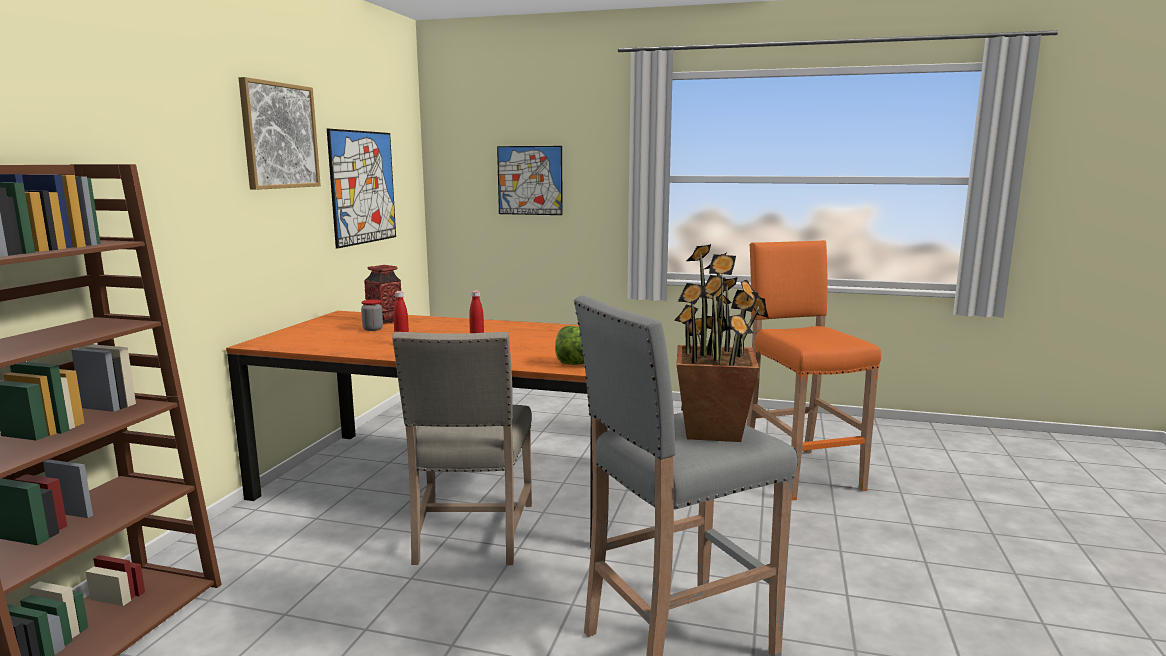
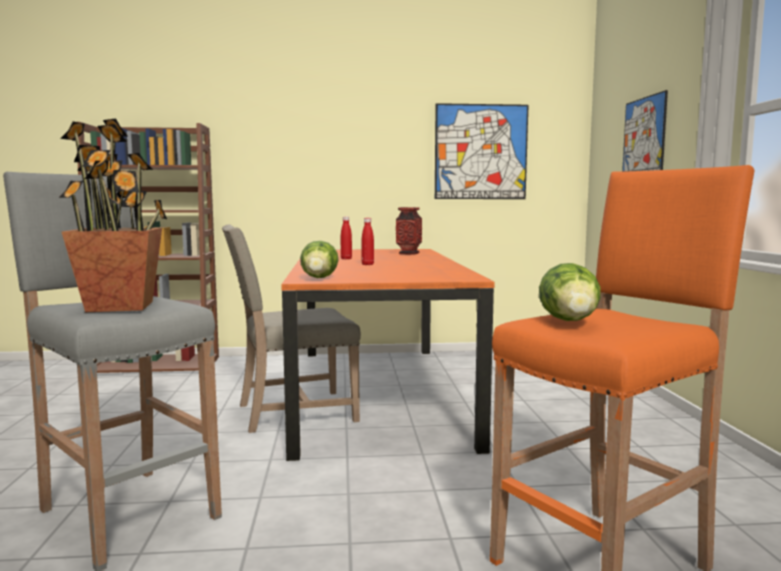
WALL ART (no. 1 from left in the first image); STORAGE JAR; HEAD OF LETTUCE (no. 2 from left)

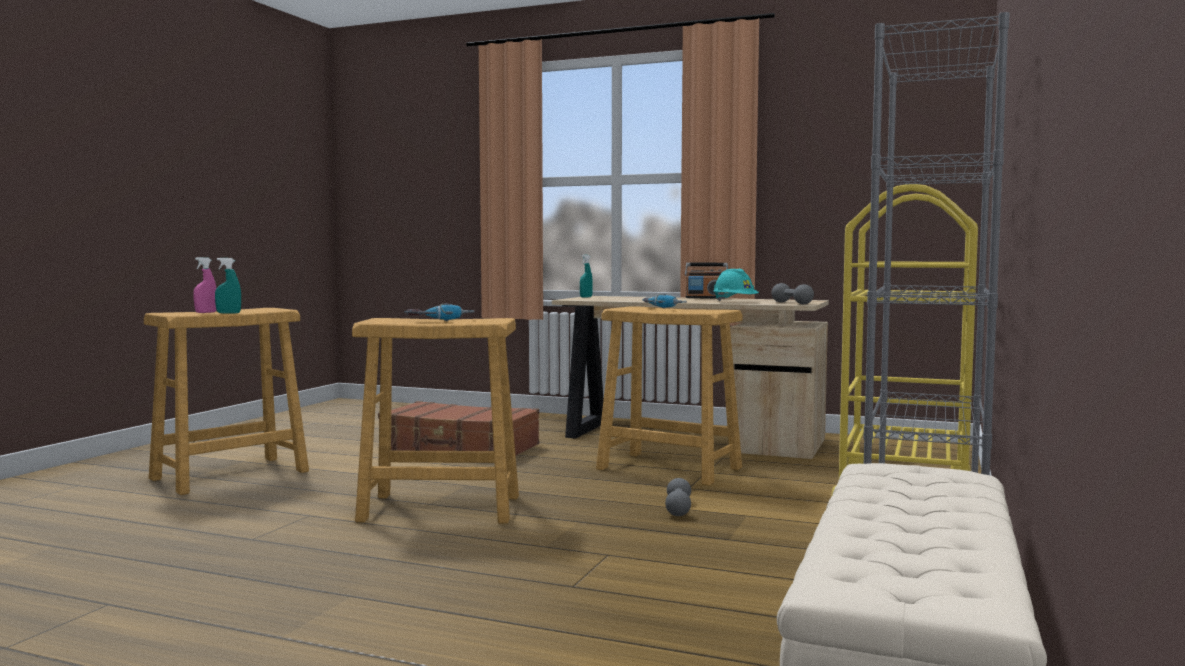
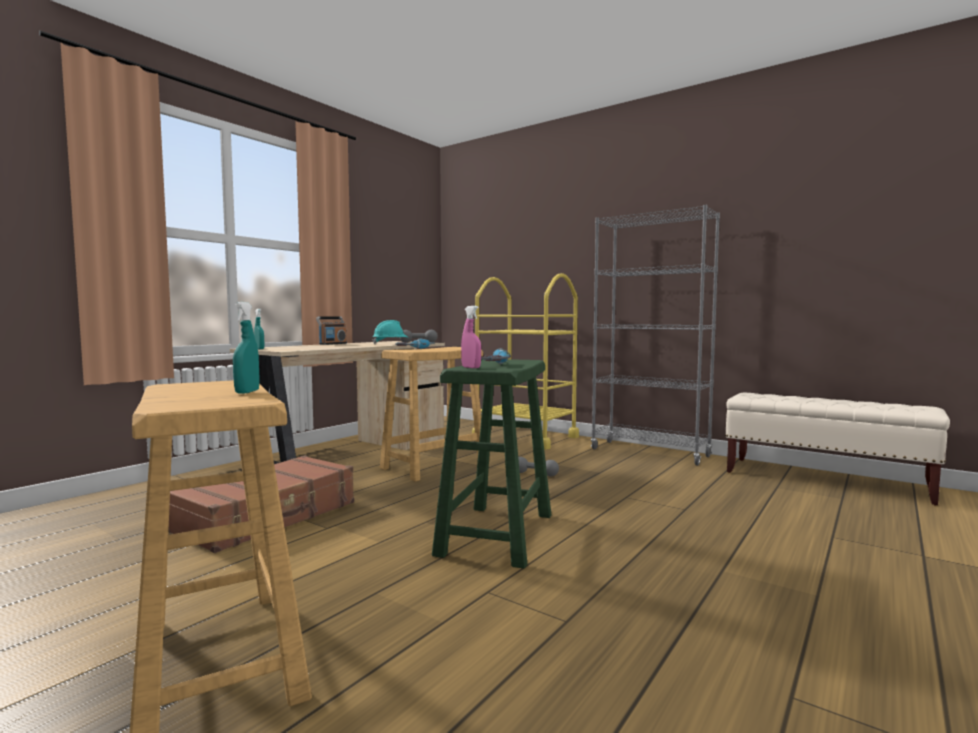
PINK-COLOURED SPRAY BOTTLE; GREEN-COLOURED STOOL SEAT

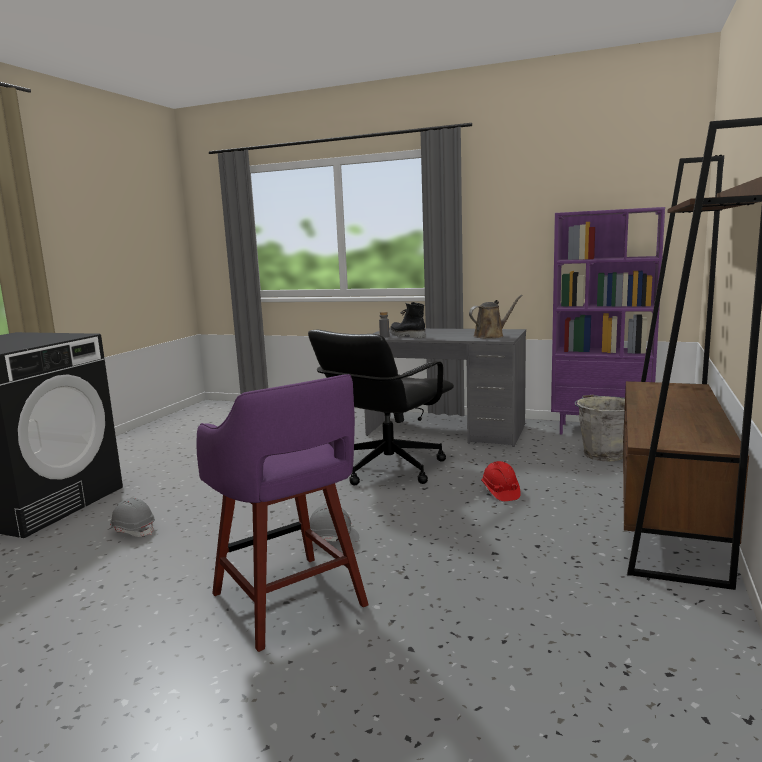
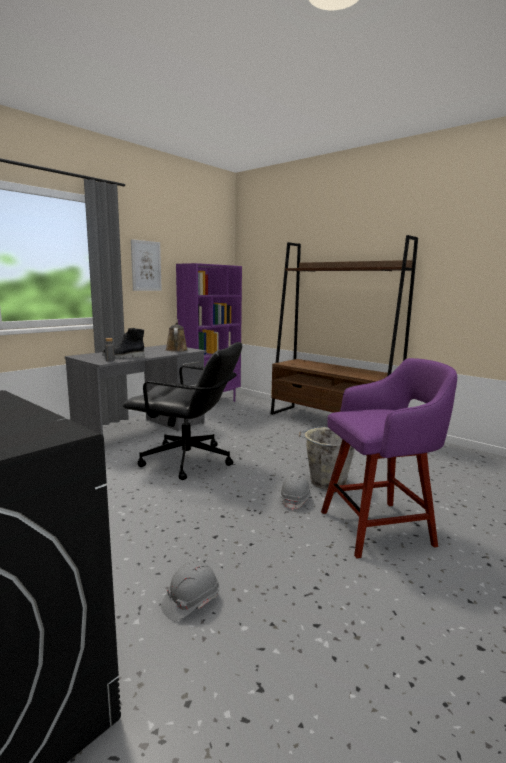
BLACKISH DESK CHAIR; GREYISH PAIL; RED-COLOURED SAFETY HELMET; WALL ART

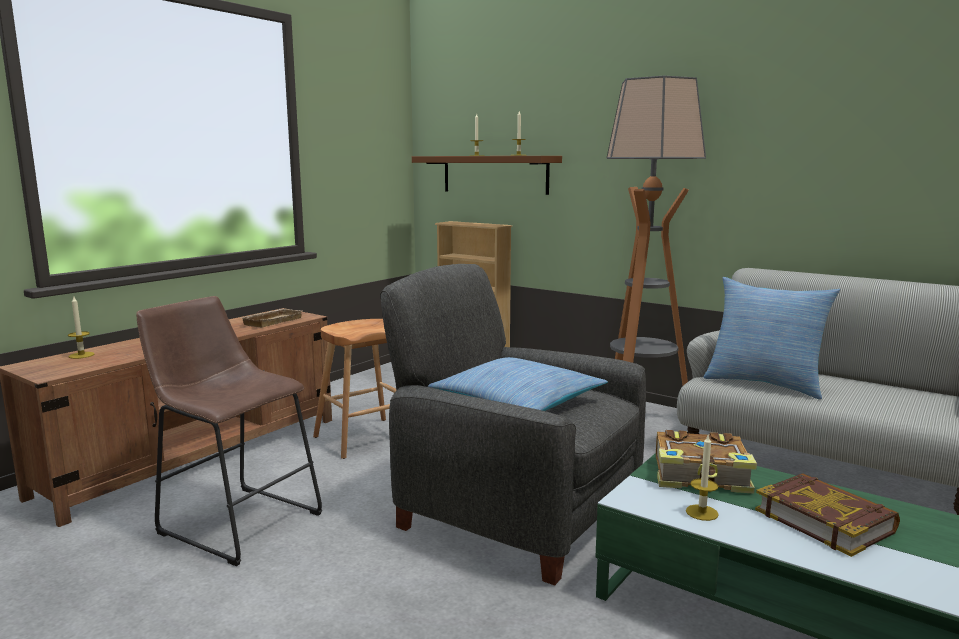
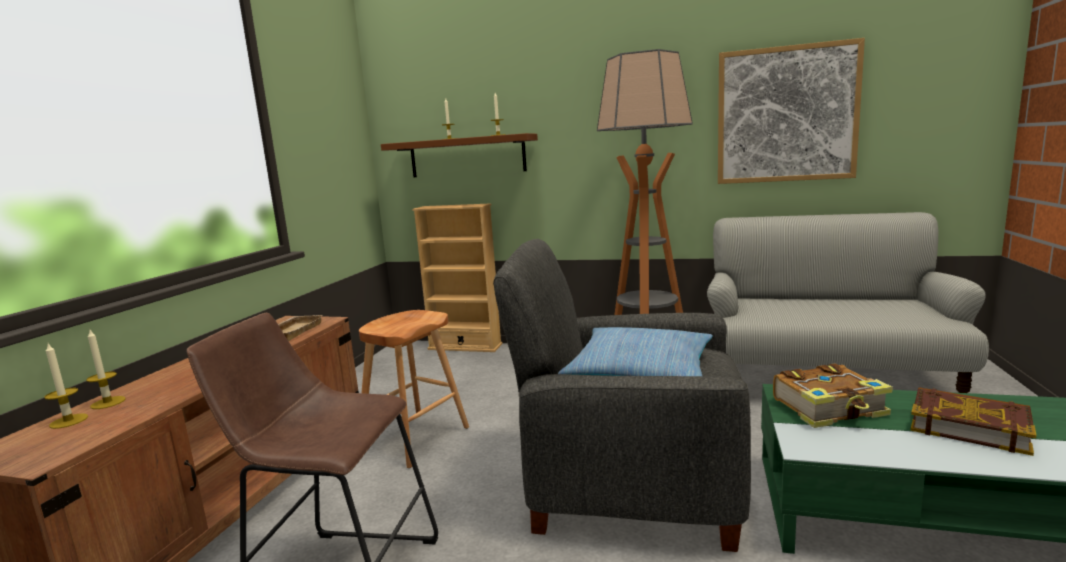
THROW PILLOW (no. 2 from left in the first image); WAX CANDLE (no. 2 from left); WALL ART

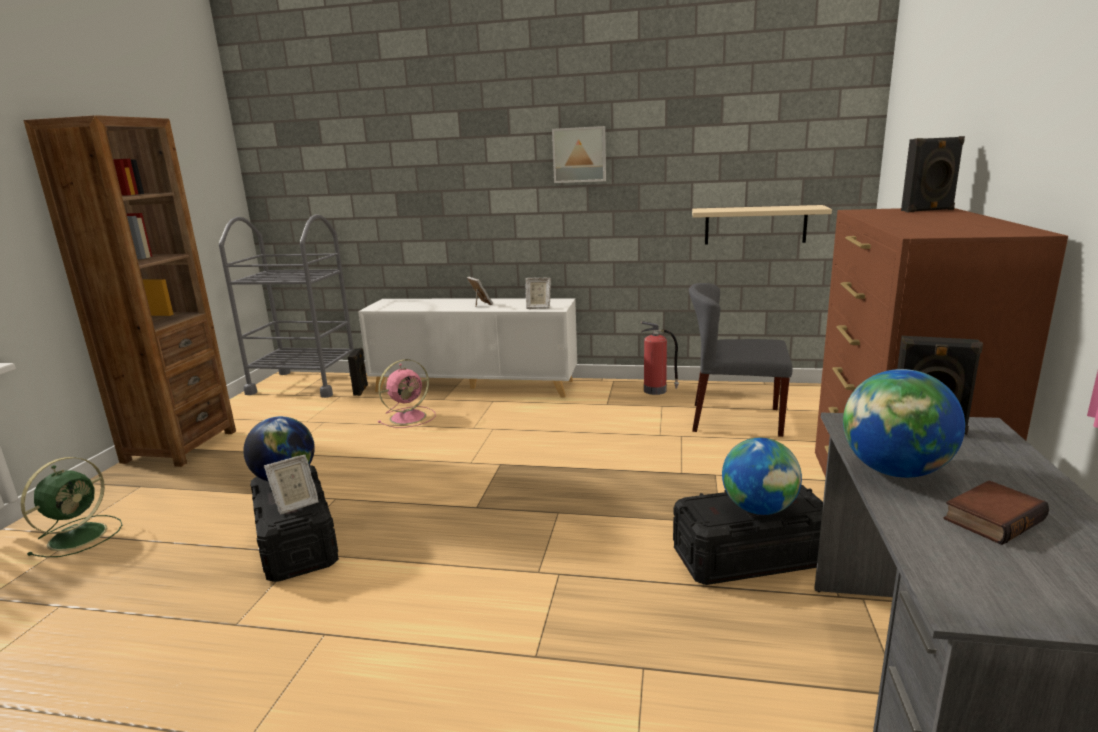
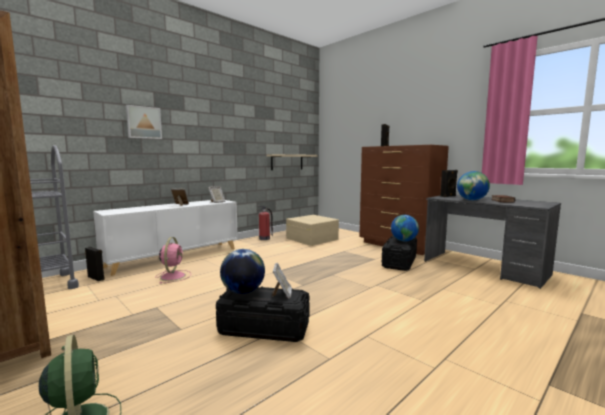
WALL ART; BEIGE STORAGE BIN

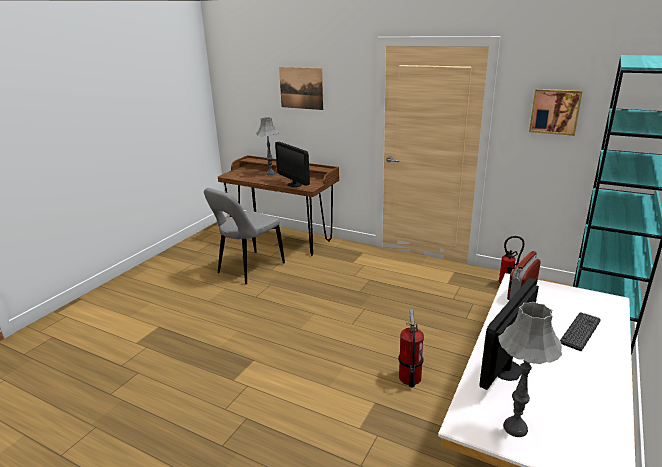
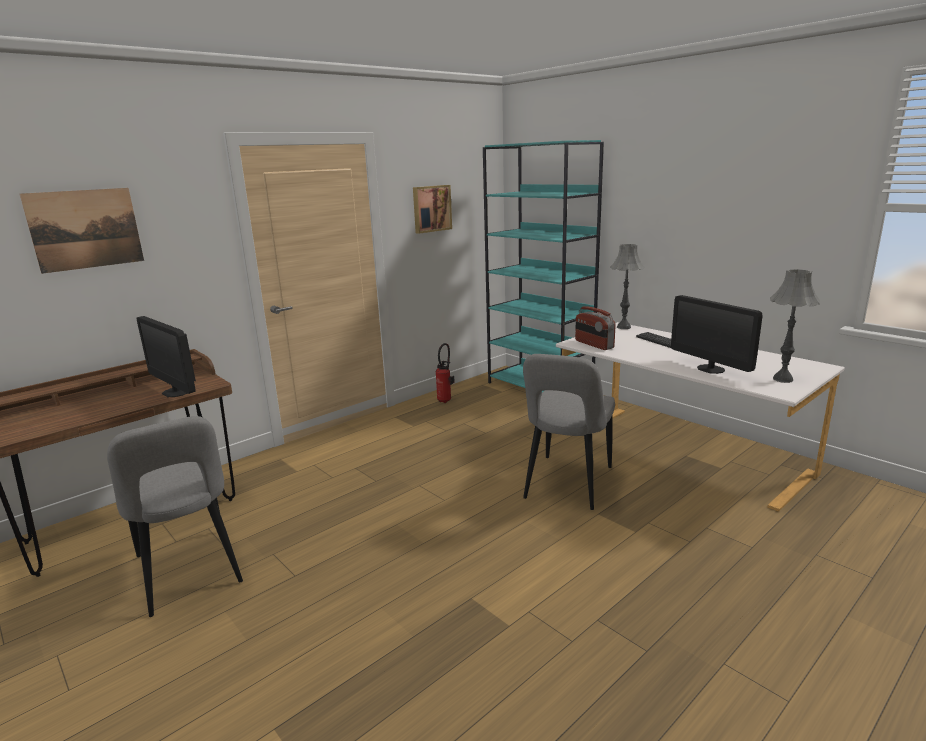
GREYISH TABLETOP LAMP (no. 1 from left); COMPUTER DISPLAY (no. 1 from left); GREYISH CHAIR (no. 2 from left)

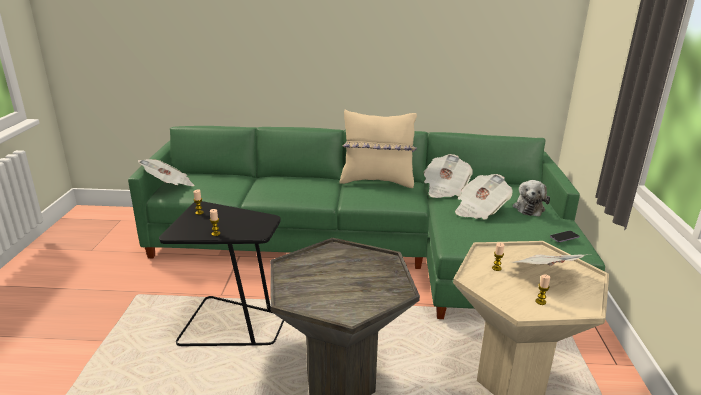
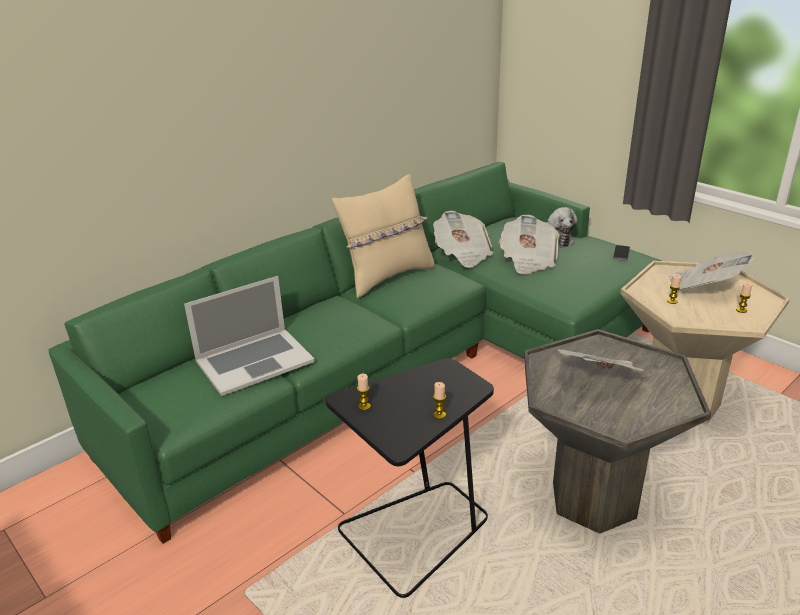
NEWSPAPER (no. 3 from left); PORTABLE COMPUTER

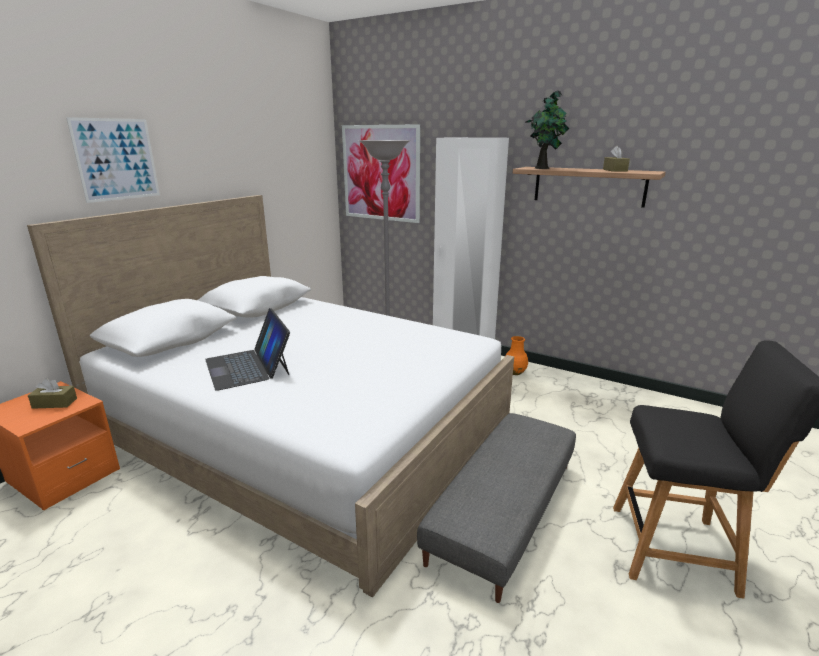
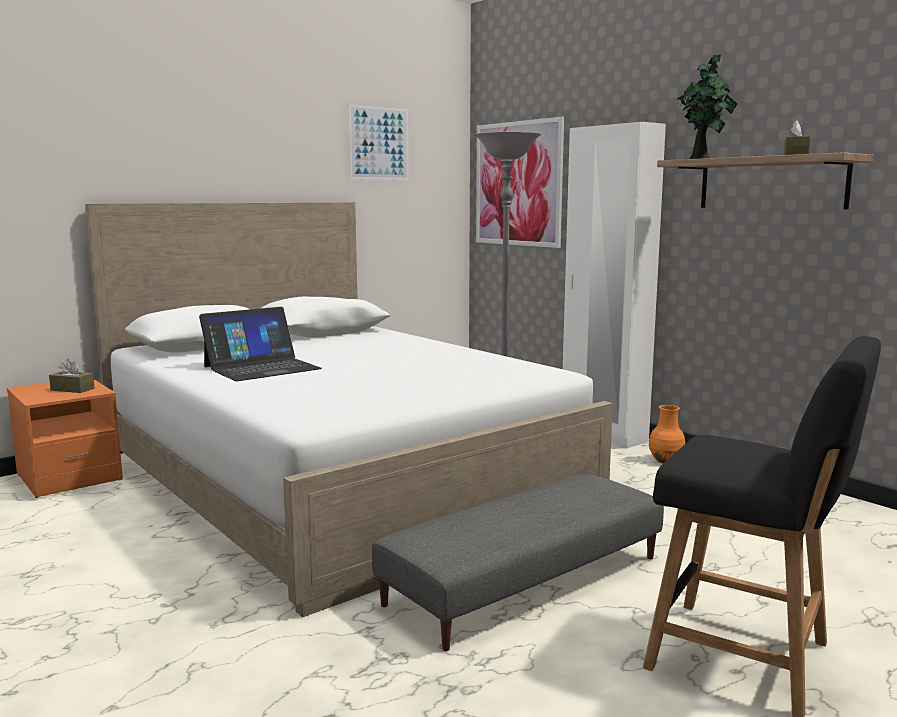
WALL ART (no. 1 from left); PORTABLE COMPUTER

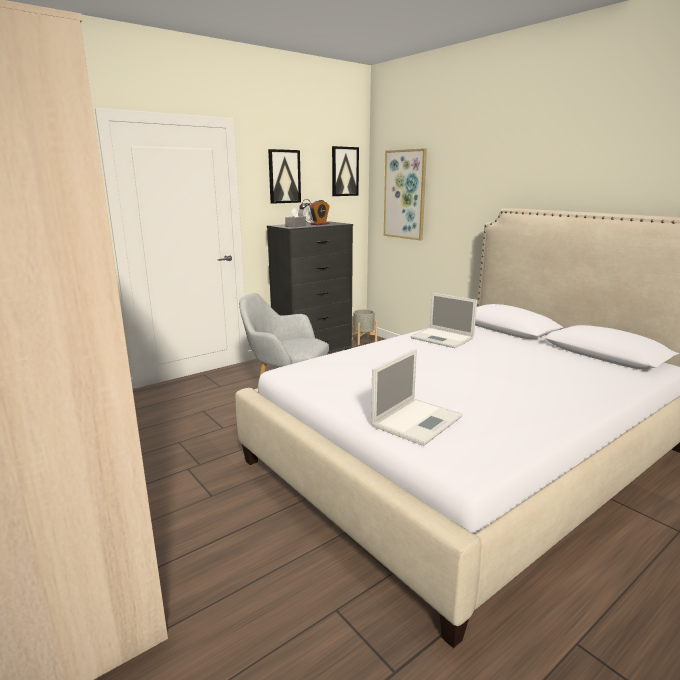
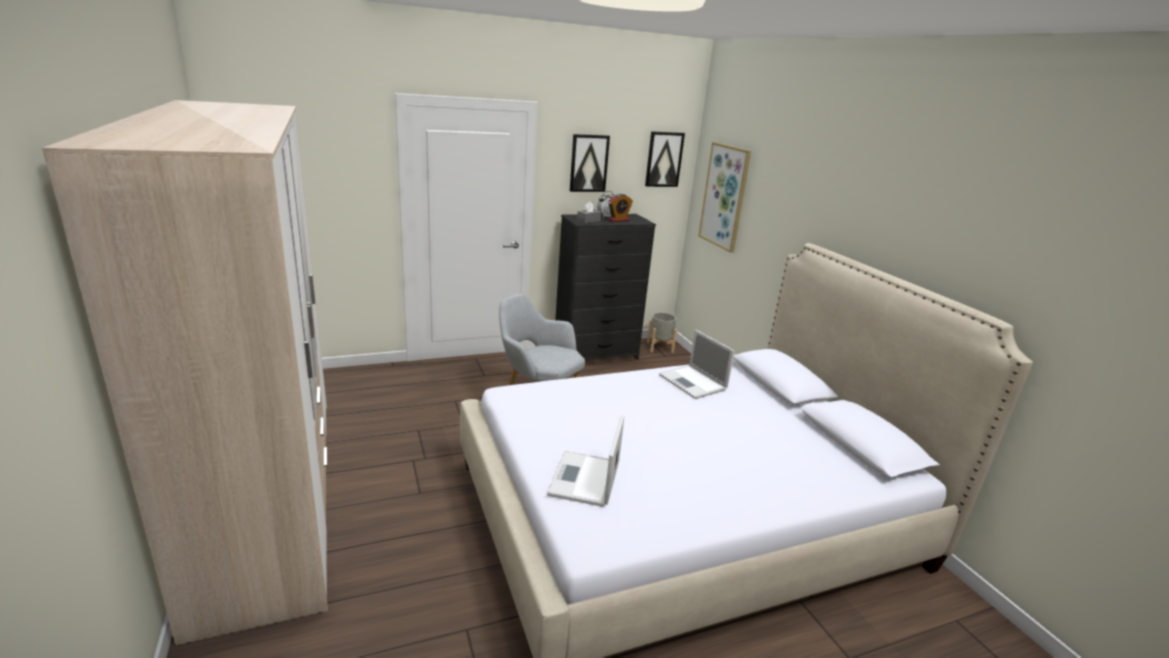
PORTABLE COMPUTER (no. 1 from left)

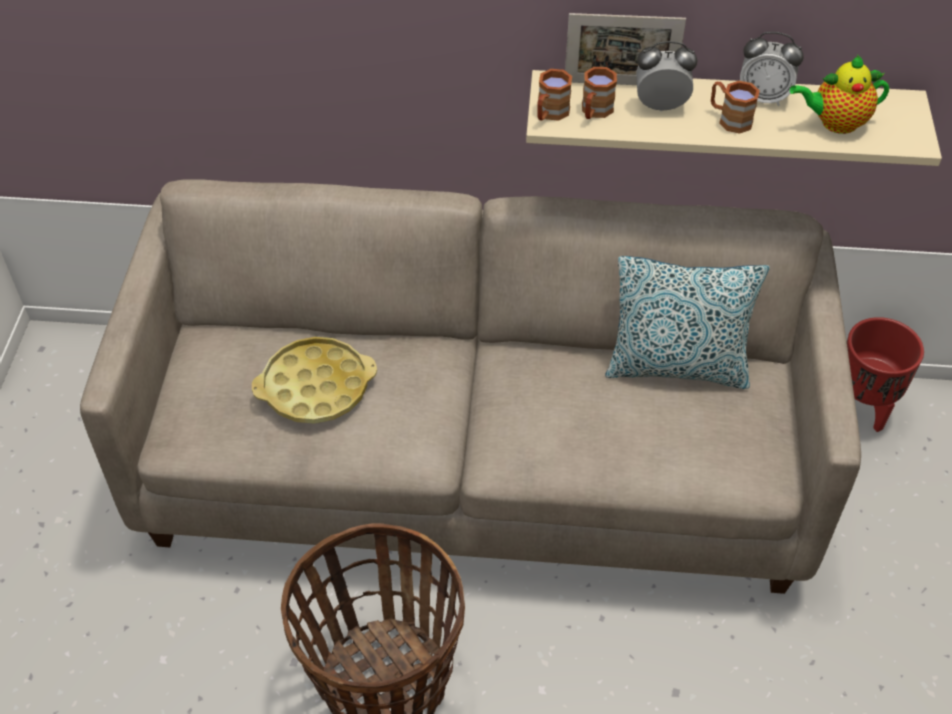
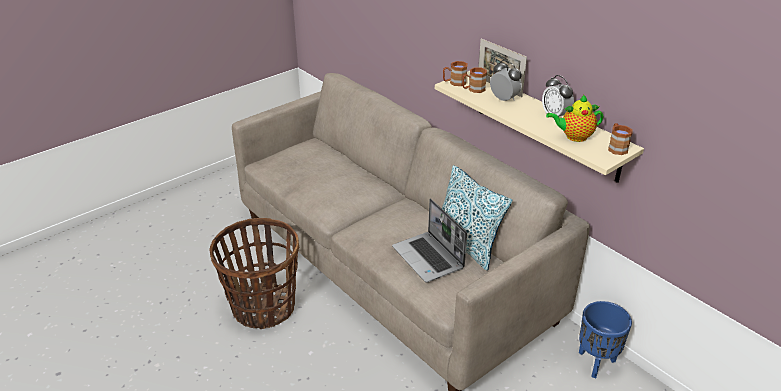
POT FOR TEA; BROWN-COLOURED MUG (no. 3 from left); BLUE FLOWER POT; YELLOW-COLOURED TRAY; PORTABLE COMPUTER

